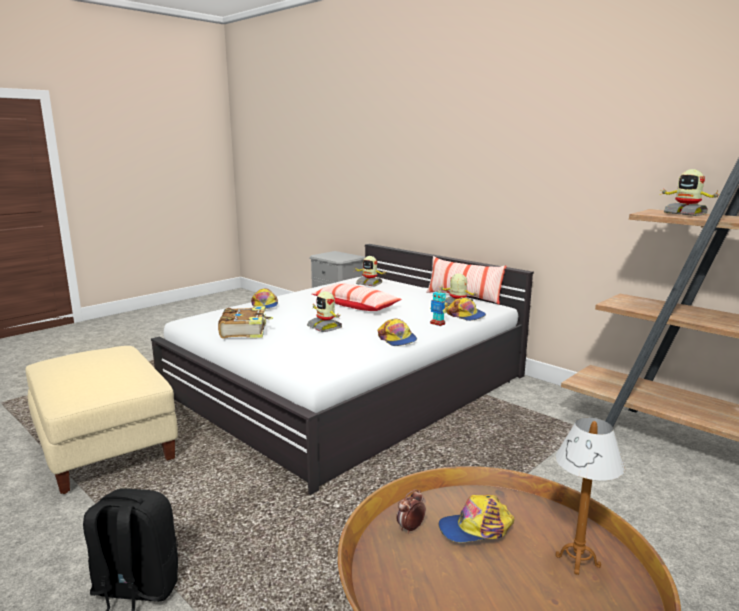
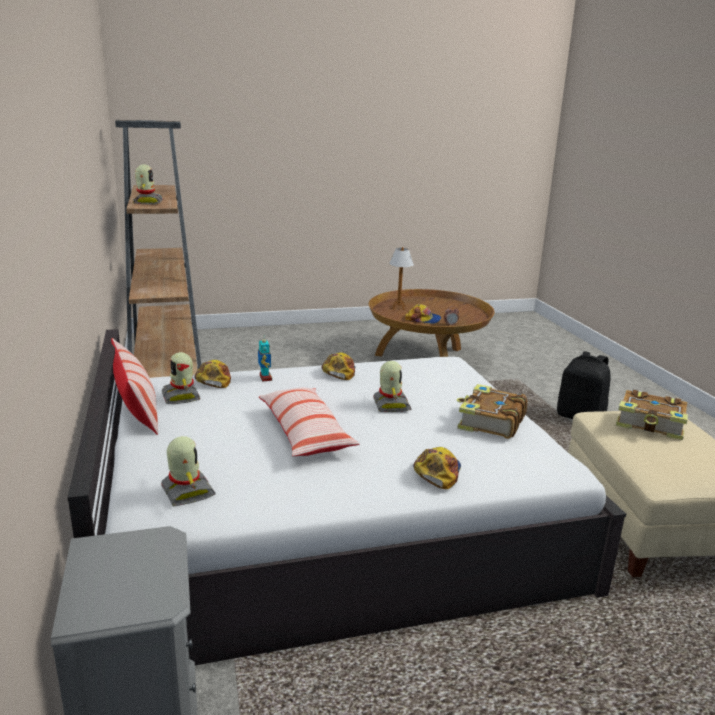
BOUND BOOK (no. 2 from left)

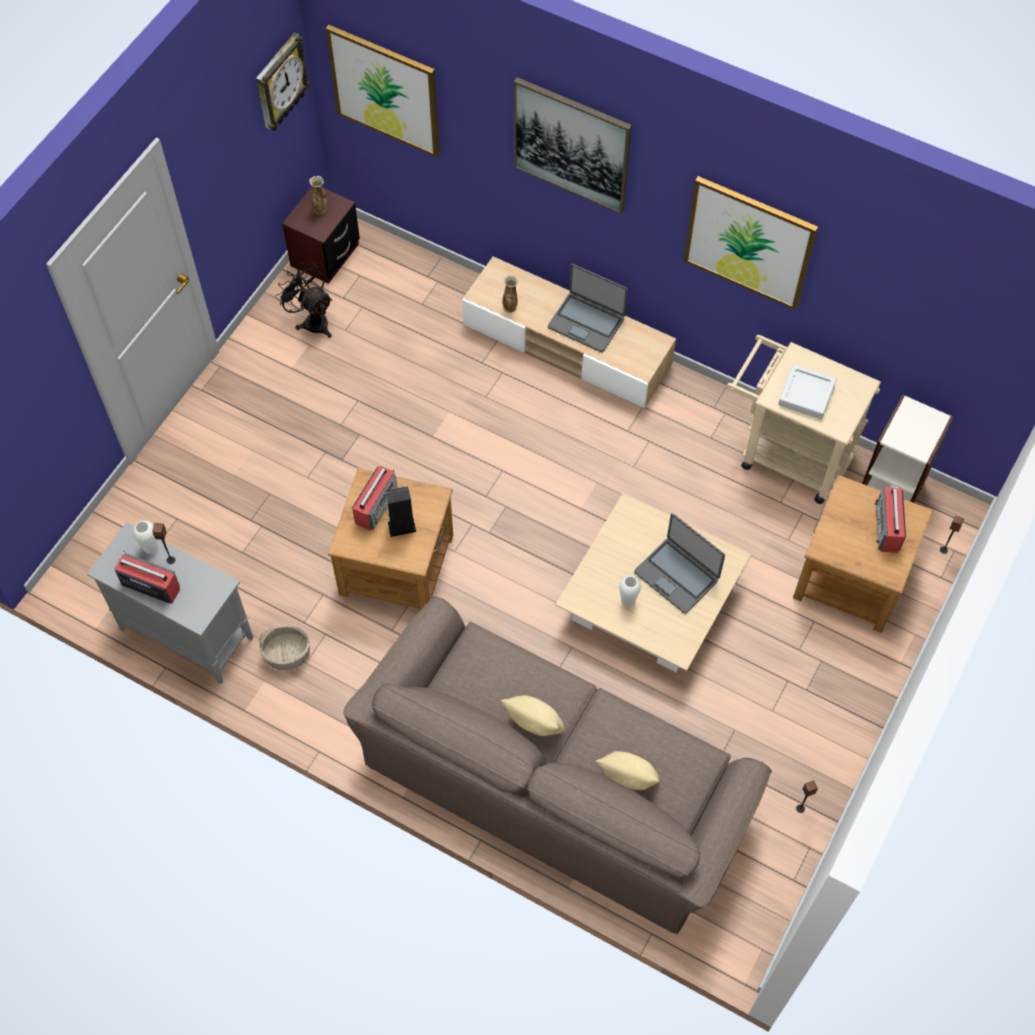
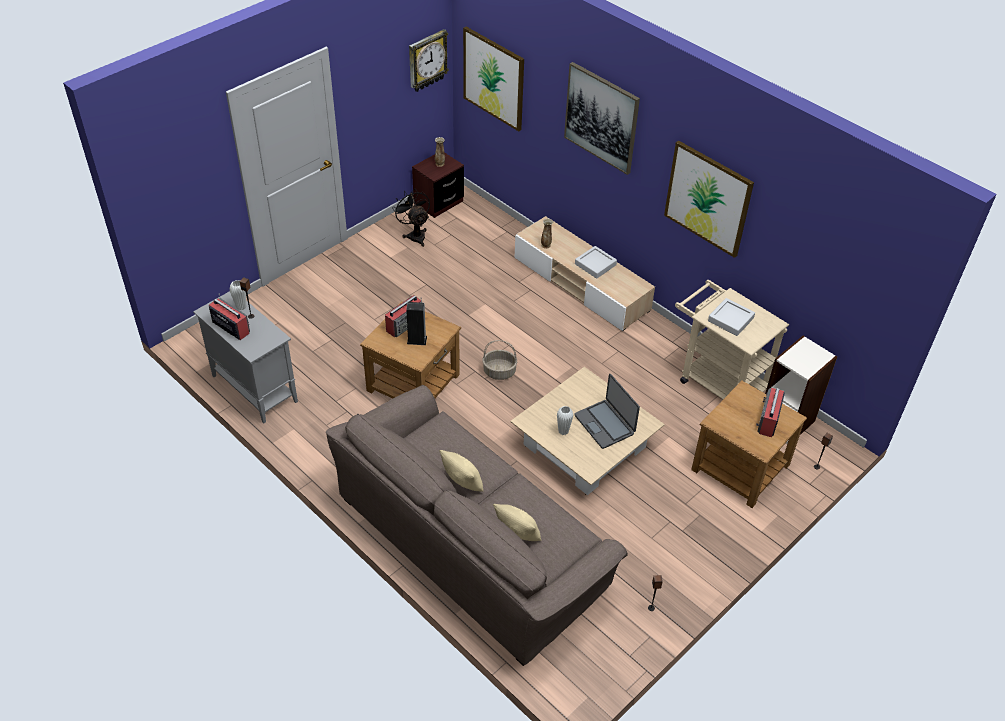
GREYISH TRAY (no. 1 from left); HOUSEHOLD BASKET

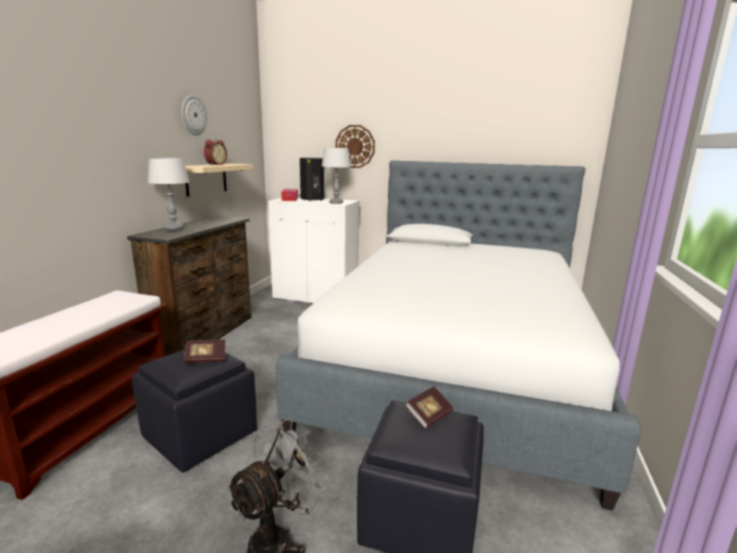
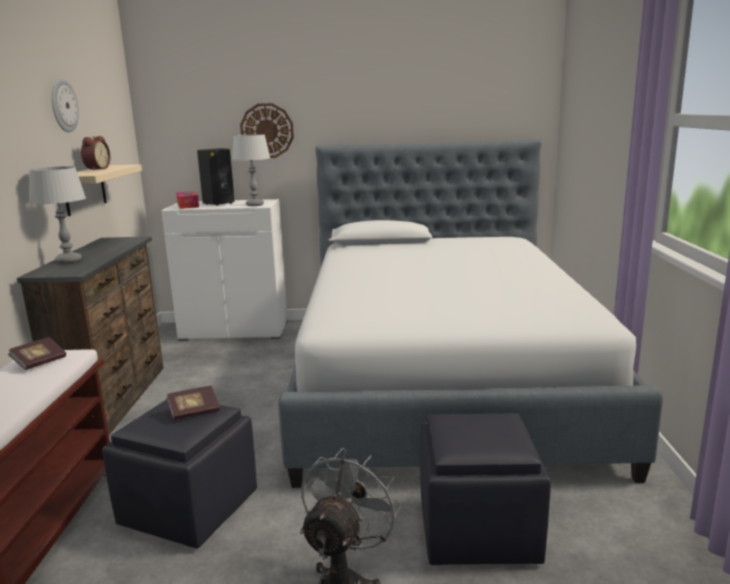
BOUND BOOK (no. 1 from left)

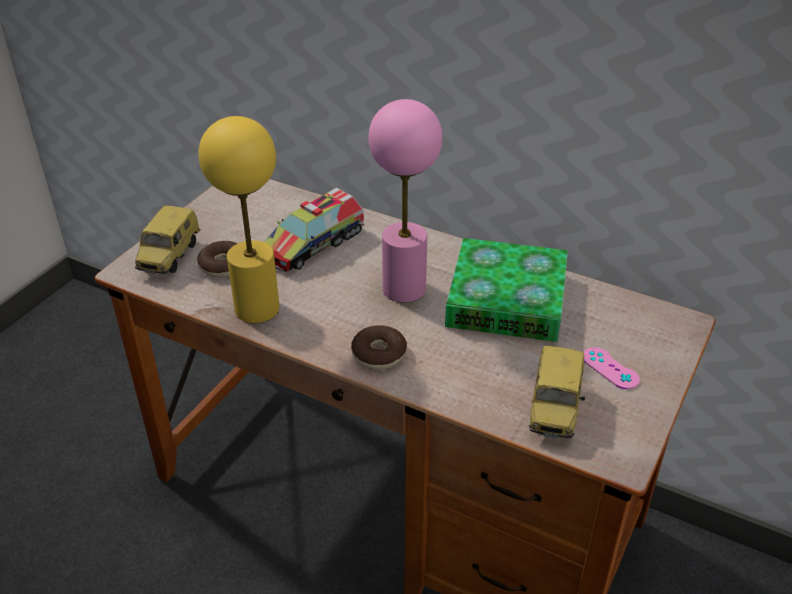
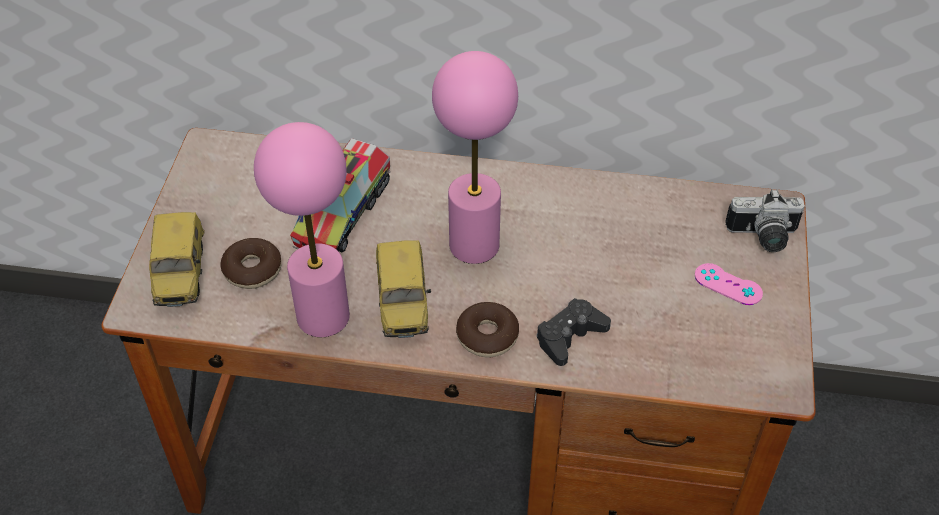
PINK-COLOURED TABLETOP LAMP (no. 1 from left); BOUND BOOK; MODEL CAR (no. 2 from left); STILL CAMERA; BLACKISH GAME CONTROLLER

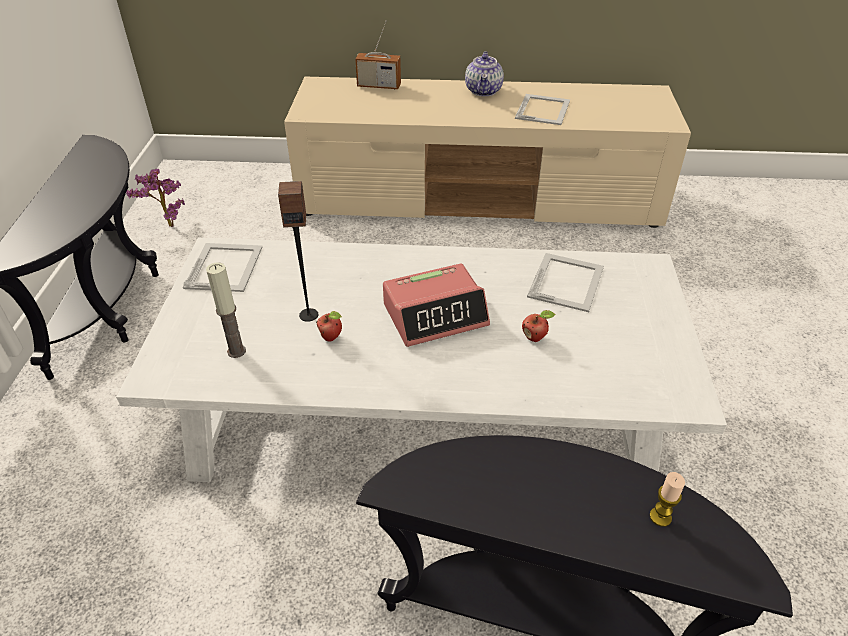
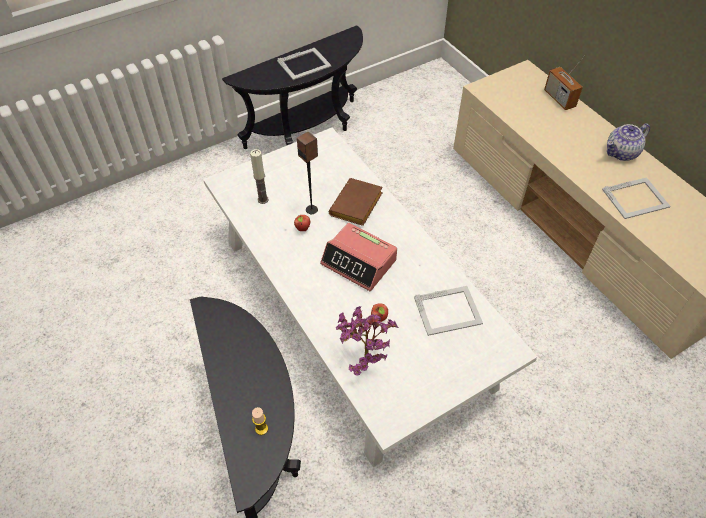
HOUSEPLANT; STANDING FRAME (no. 1 from left); BROWN-COLOURED BOUND BOOK

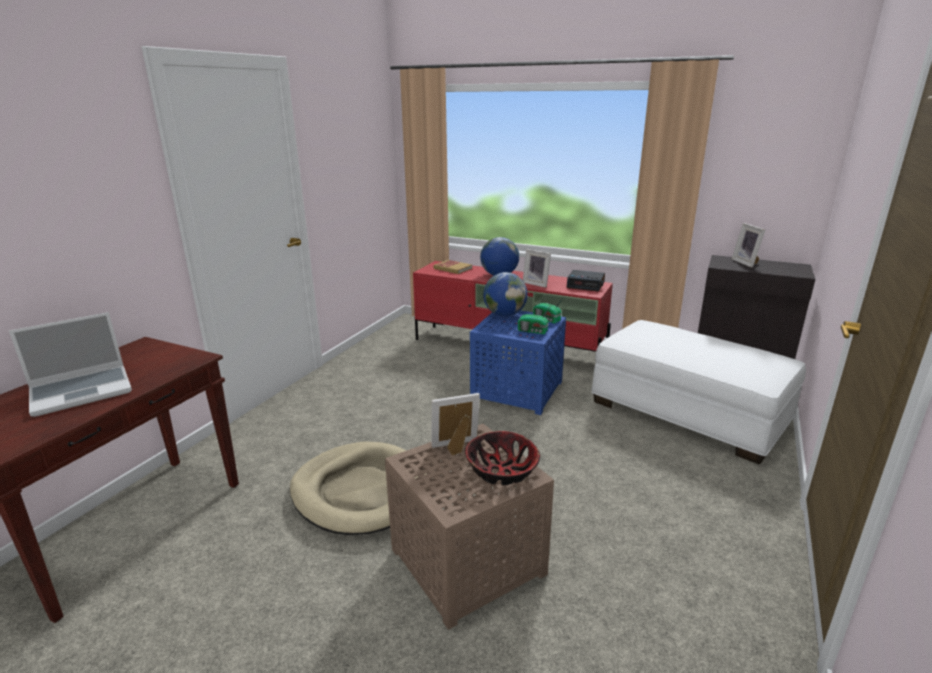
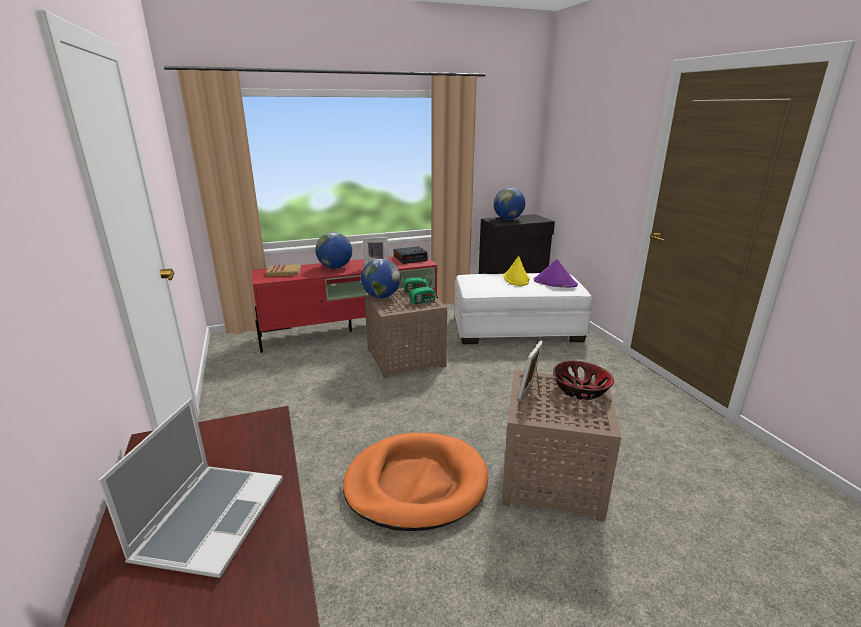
WORLD GLOBE (no. 3 from left); BROWN-COLOURED END TABLE (no. 1 from left); ORANGE DOG CUSHION; YELLOW-COLOURED WEARABLE HAT; PURPLE-COLOURED WEARABLE HAT

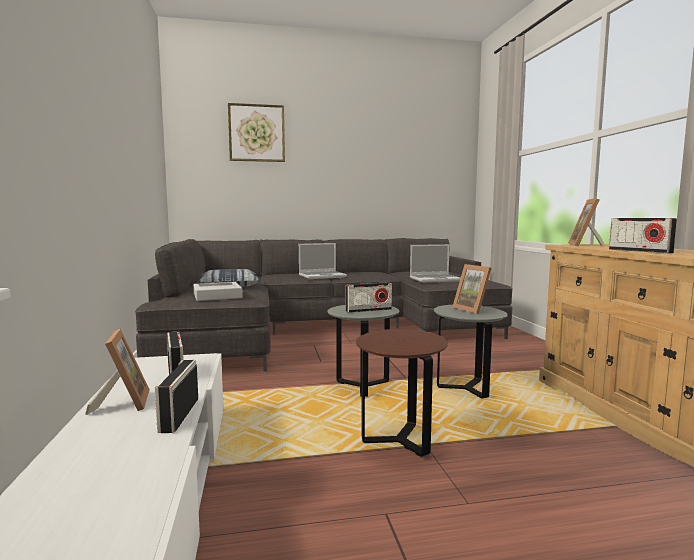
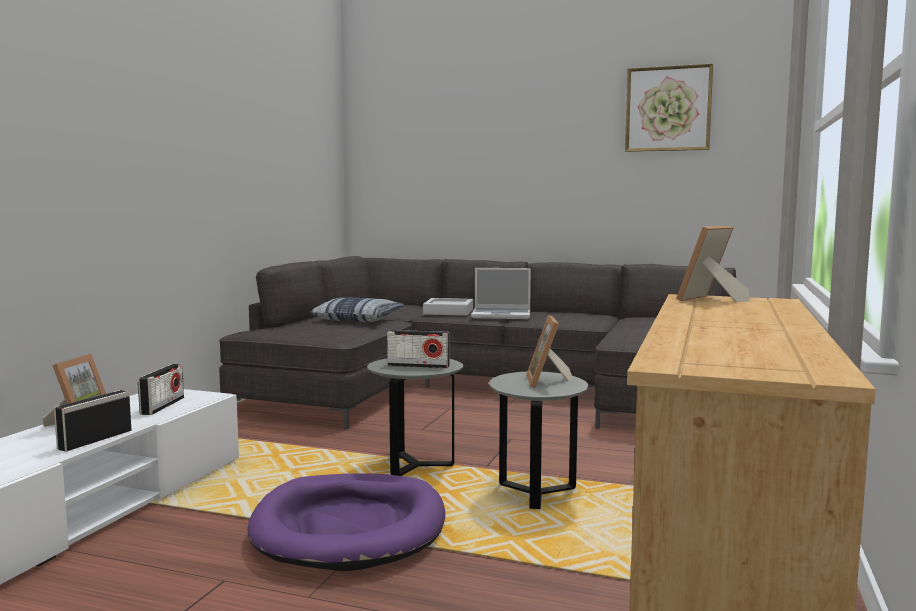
WALL ART; RADIO (no. 4 from left in the first image); PORTABLE COMPUTER (no. 2 from left in the first image); GREYISH TRAY; PURPLE-COLOURED DOG CUSHION

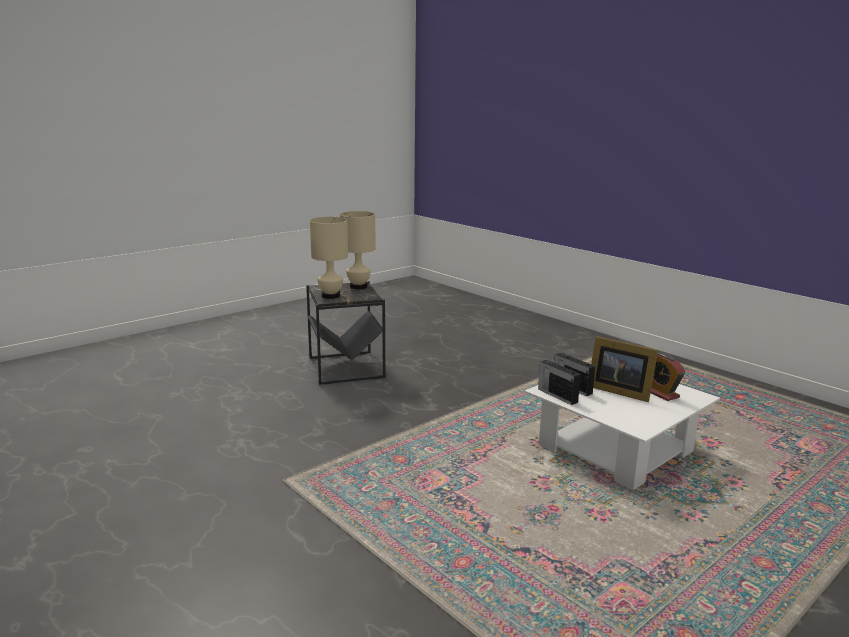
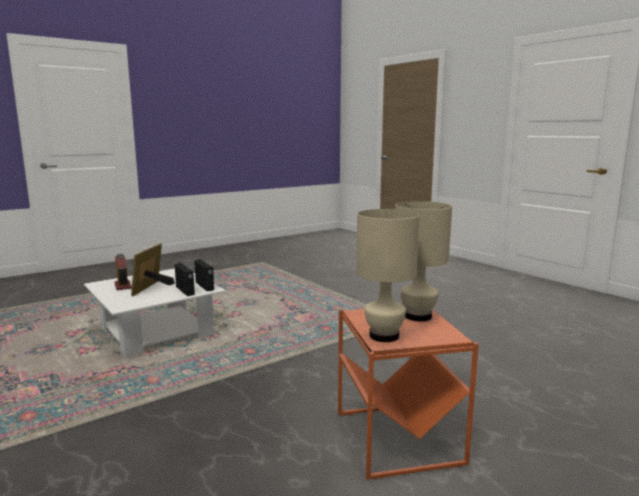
ORANGE END TABLE; STANDING FRAME

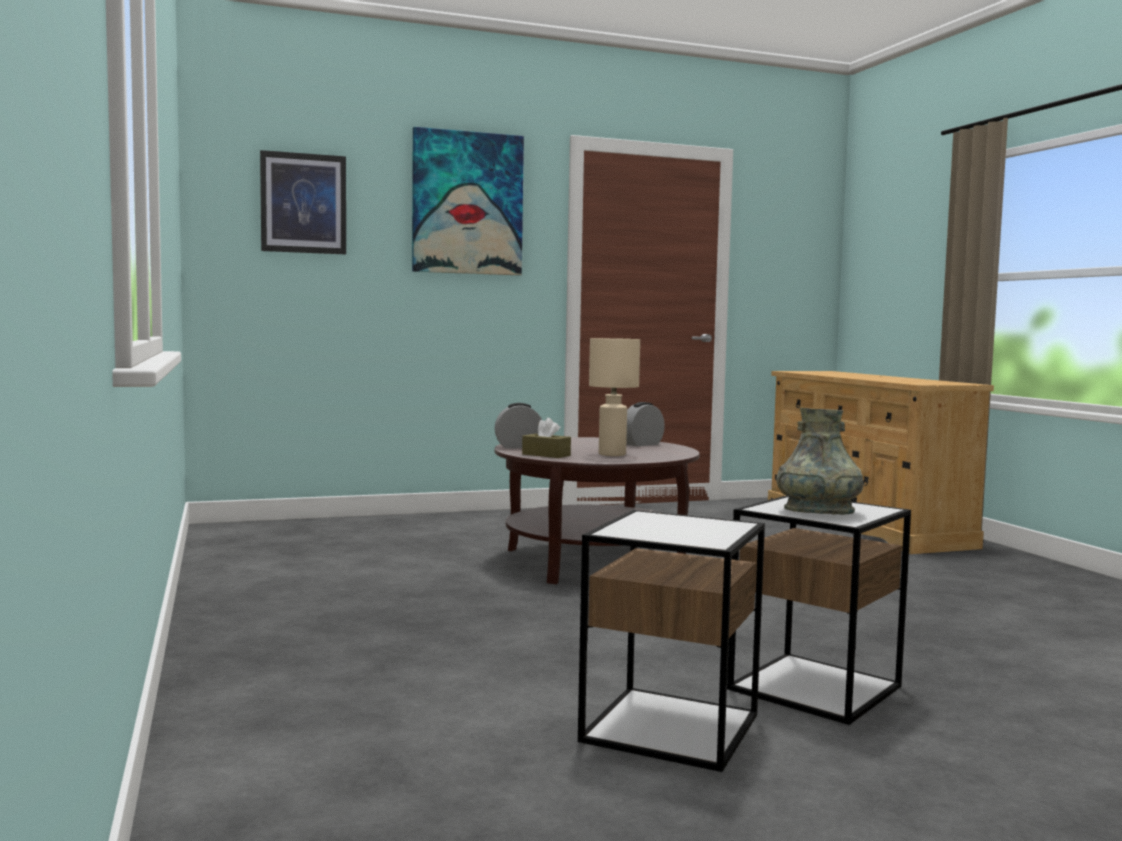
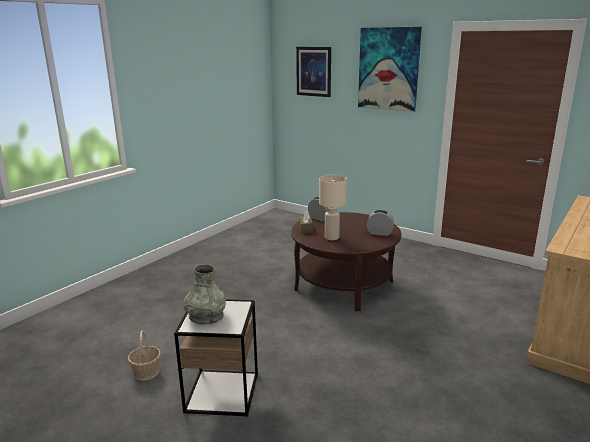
HOUSEHOLD BASKET

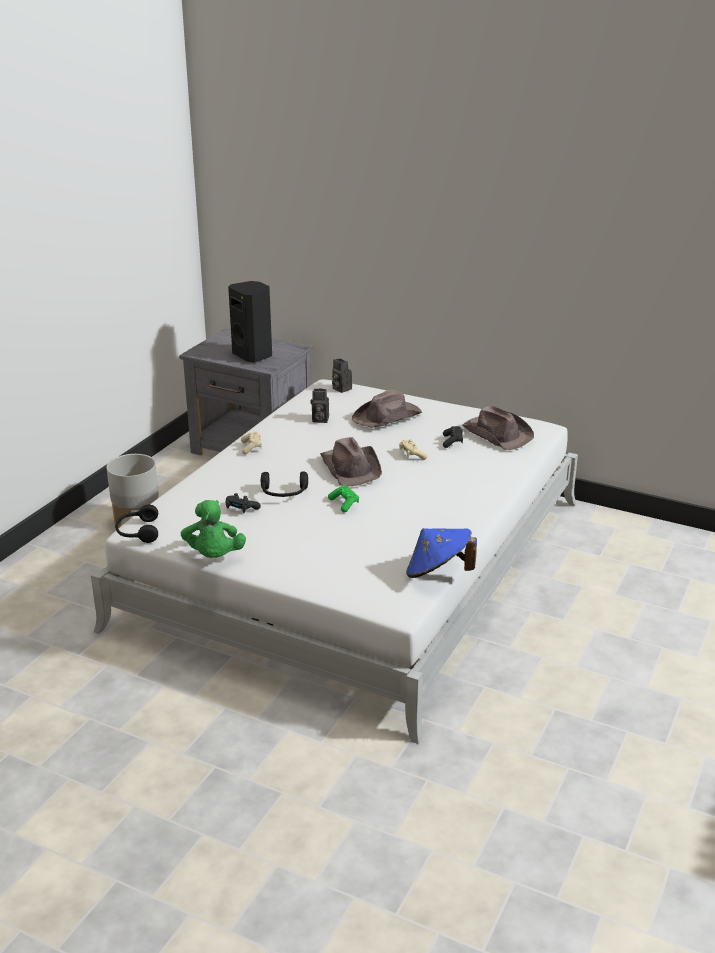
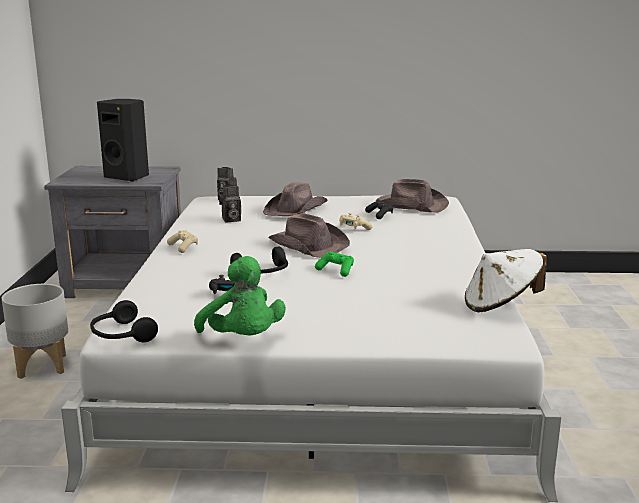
WHITE WEARABLE HAT

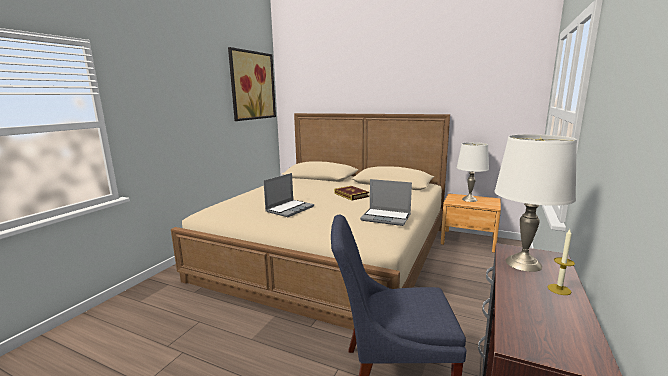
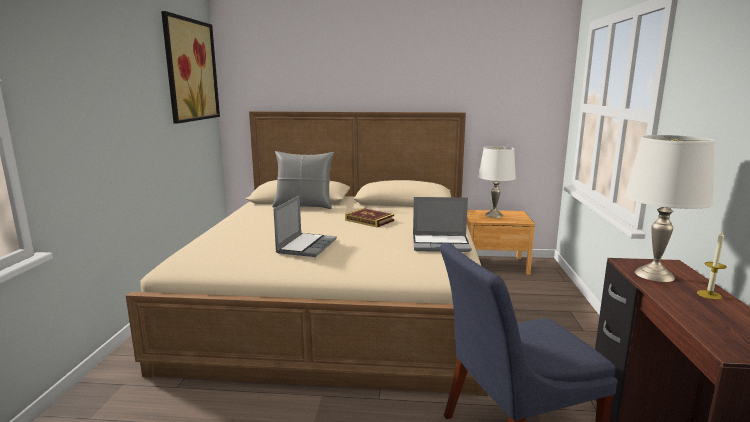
GREYISH THROW PILLOW

